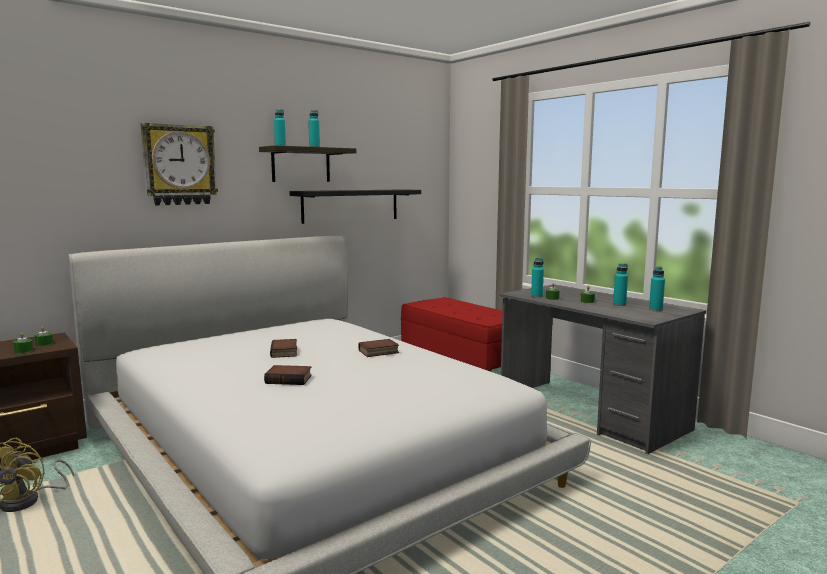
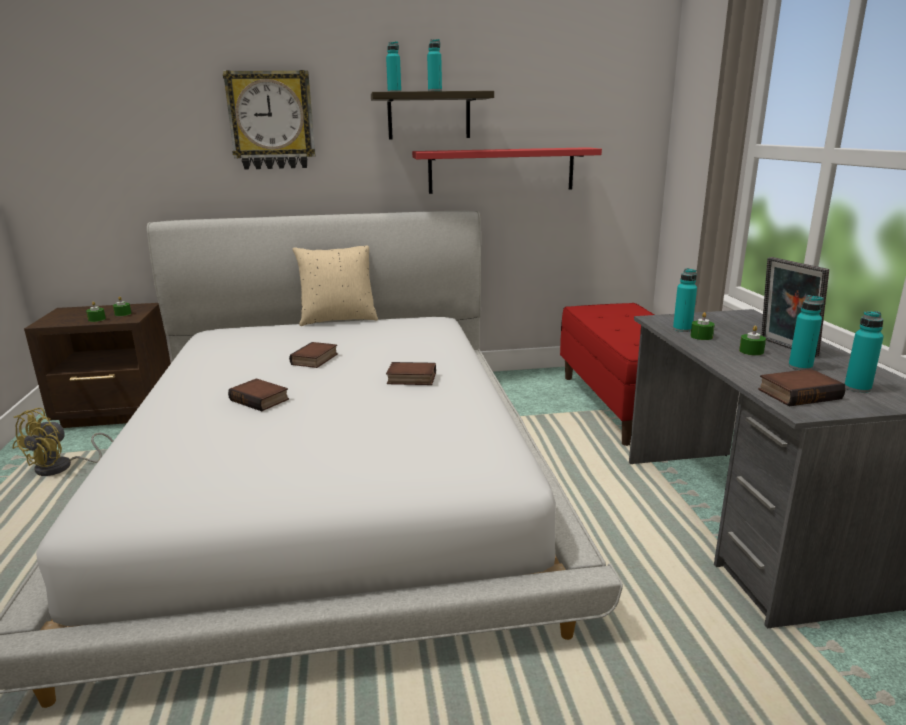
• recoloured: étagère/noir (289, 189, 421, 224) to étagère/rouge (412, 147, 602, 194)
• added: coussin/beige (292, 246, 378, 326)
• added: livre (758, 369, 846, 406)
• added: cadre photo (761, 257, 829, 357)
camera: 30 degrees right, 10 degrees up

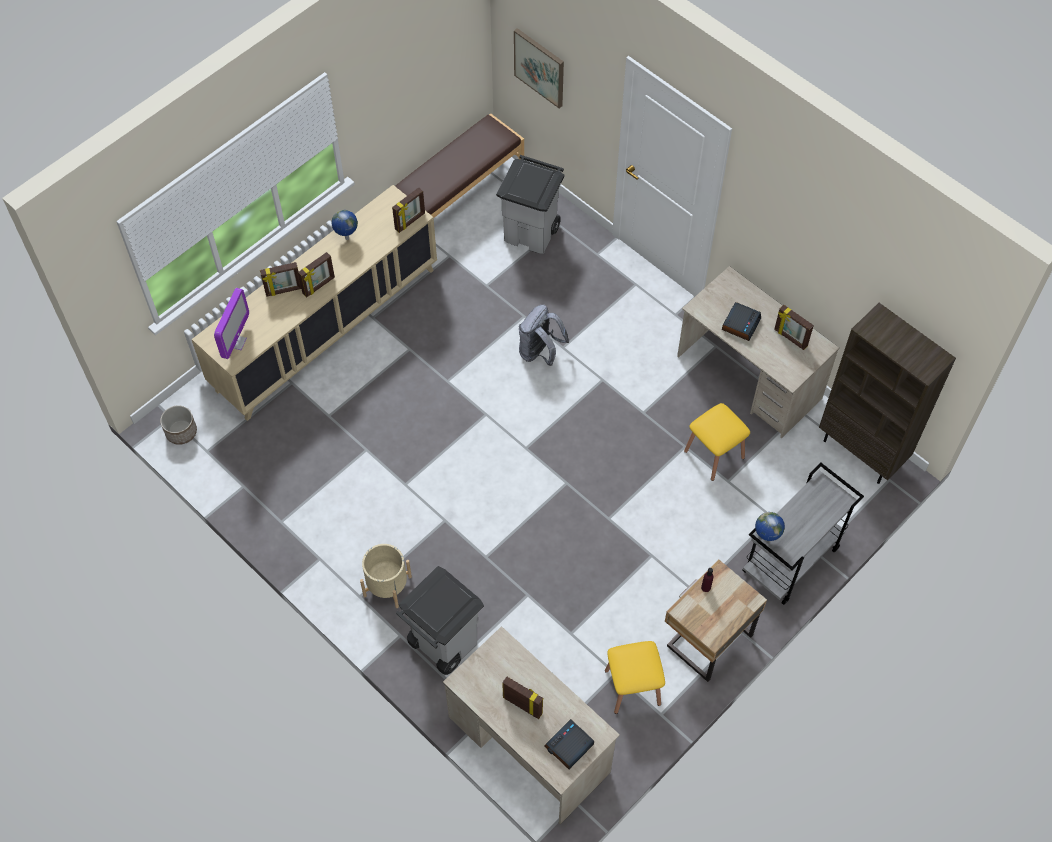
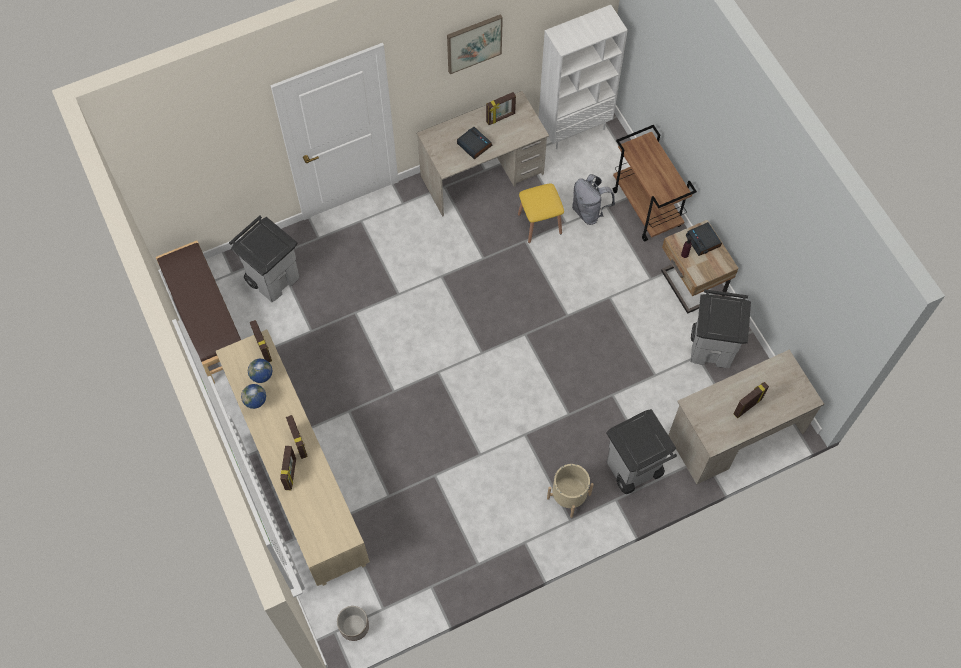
• removed: écran d'ordinateur (214, 288, 249, 359)
• moved: tableau (514, 28, 564, 108) to (447, 14, 503, 74)
• moved: sac à dos/gris (519, 305, 569, 366) to (572, 174, 615, 225)
• moved: réveil (544, 719, 594, 769) to (686, 222, 722, 256)
• replaced: tabouret/jaune (605, 641, 665, 714) to poubelle/gris (690, 289, 751, 368)
• recoloured: chariot/gris (742, 463, 864, 605) to chariot/marron (613, 125, 697, 242)
• moved: globe (755, 512, 785, 541) to (248, 359, 272, 383)
• recoloured: bibliothèque/marron (819, 303, 956, 484) to bibliothèque/blanc (539, 5, 628, 149)
camera: 70 degrees left, 5 degrees up

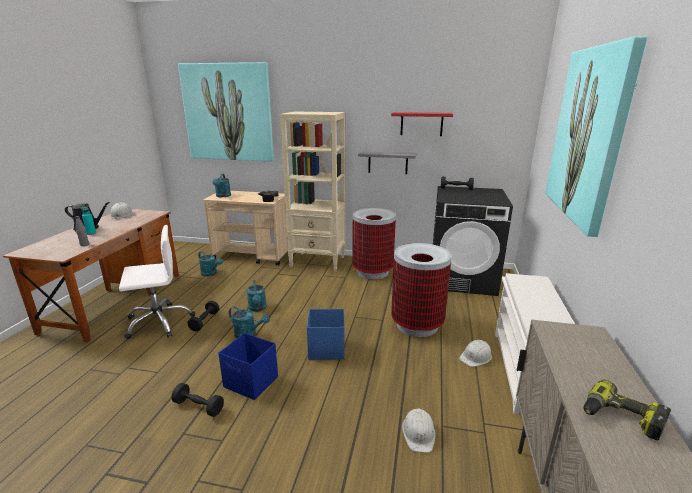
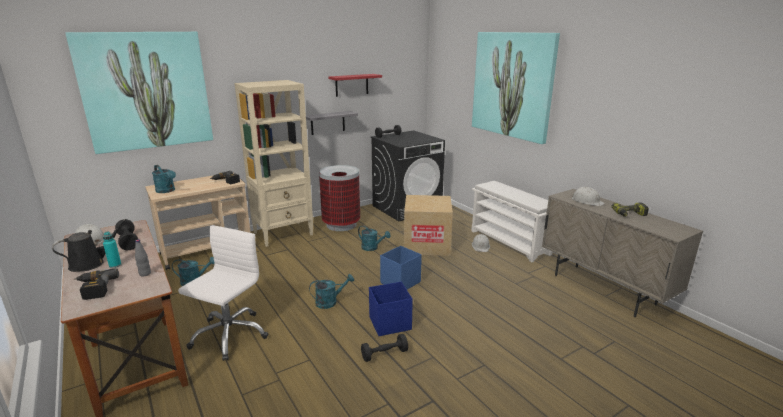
• moved: haltère/noir (187, 301, 219, 331) to (115, 219, 138, 250)
• moved: arrosoir/turquoise (247, 280, 267, 312) to (358, 226, 391, 251)
• replaced: poubelle (391, 243, 452, 337) to carton (404, 195, 453, 256)
• moved: casque de chantier/blanc (402, 409, 436, 453) to (571, 187, 605, 206)
• added: perceuse (74, 268, 119, 300)
camera: 45 degrees left, 0 degrees up

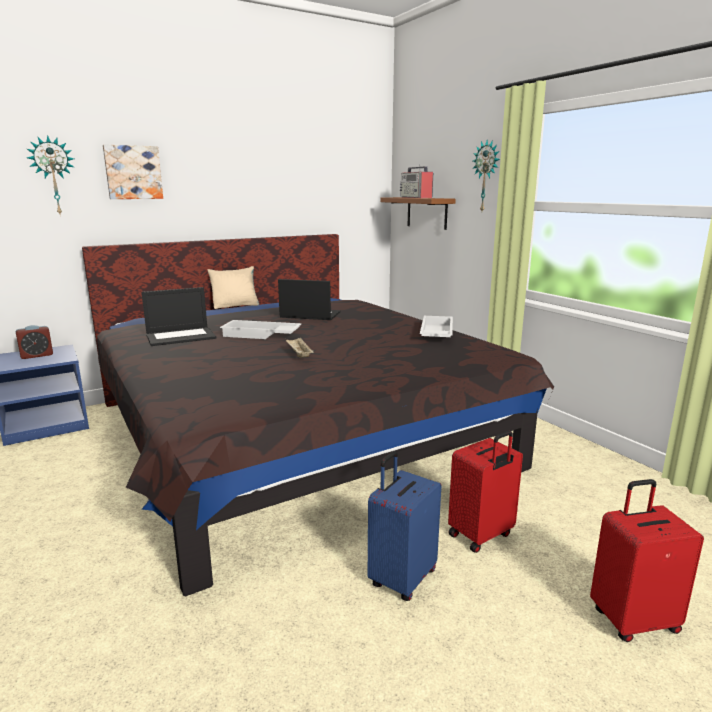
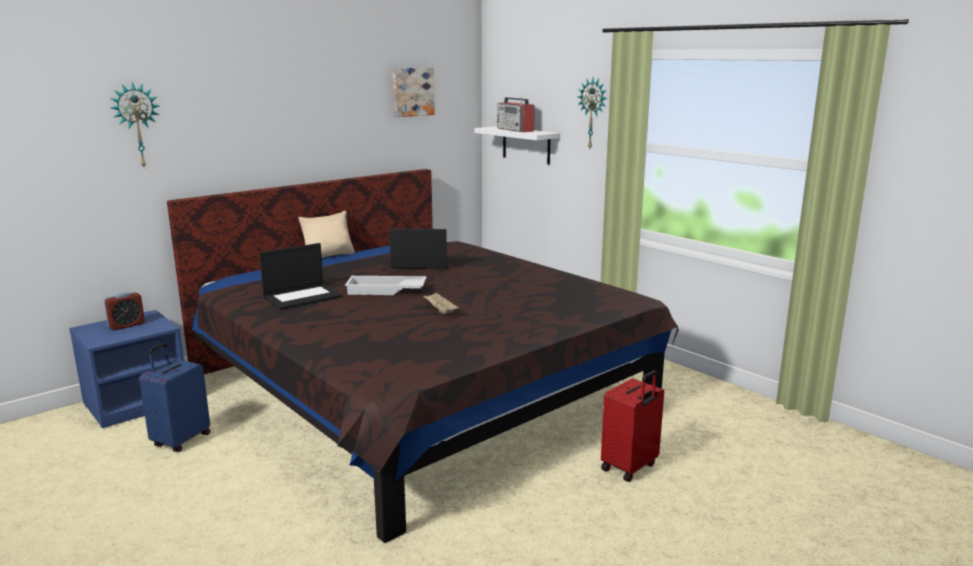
• moved: tableau (103, 144, 163, 199) to (392, 67, 435, 117)
• moved: valise/bleu (368, 451, 441, 601) to (139, 343, 210, 452)
• recoloured: étagère/marron (381, 197, 456, 230) to étagère/blanc (474, 126, 559, 164)
• removed: plateau/blanc (420, 316, 453, 337)
• removed: valise/rouge (590, 479, 704, 642)
camera: 10 degrees left, 0 degrees up

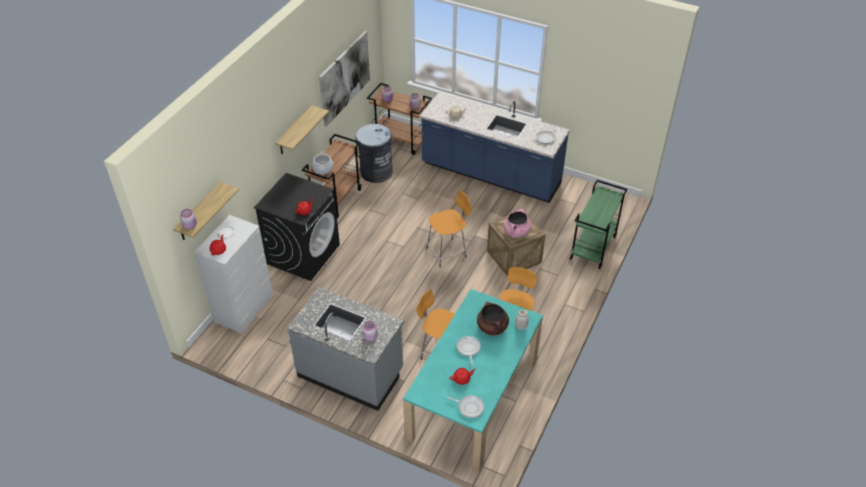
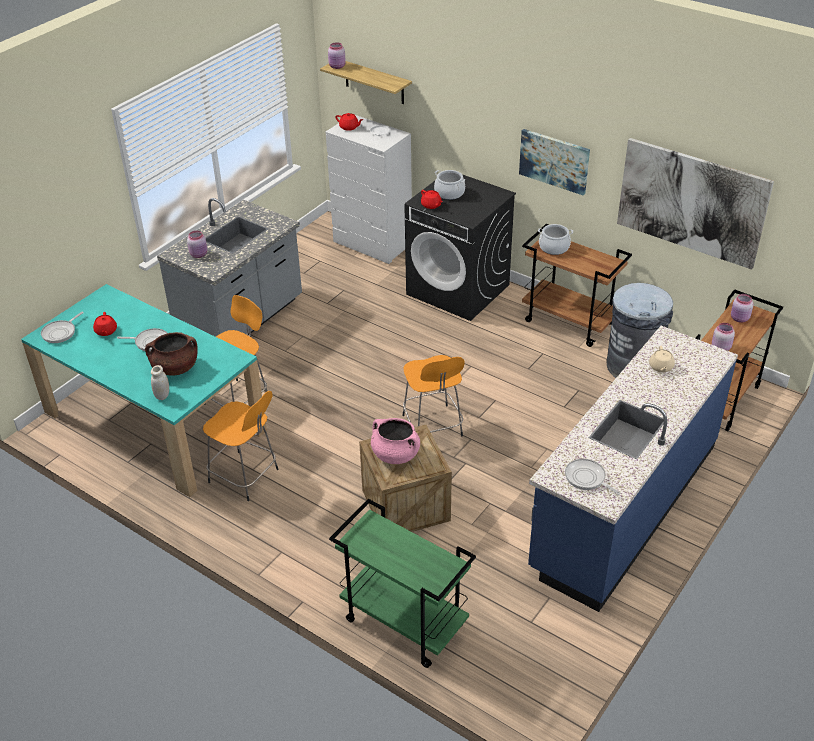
• replaced: étagère (275, 105, 329, 154) to tableau (519, 129, 590, 195)
• added: marmite (434, 170, 465, 200)
camera: 100 degrees right, 5 degrees down

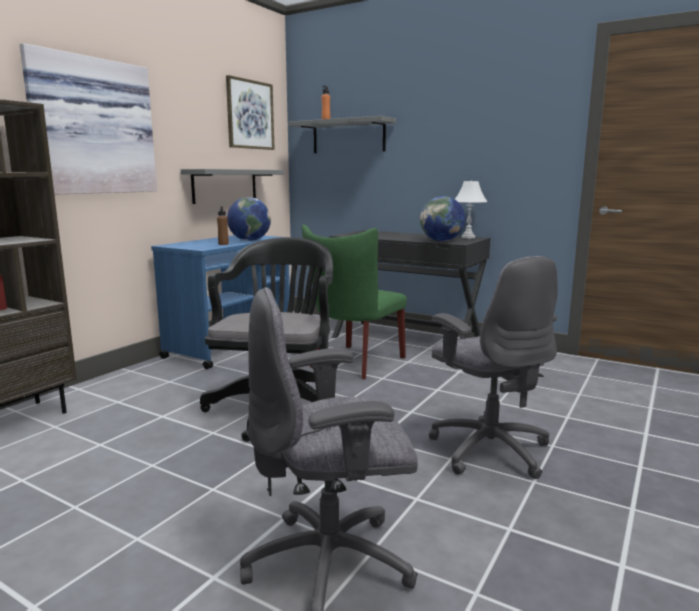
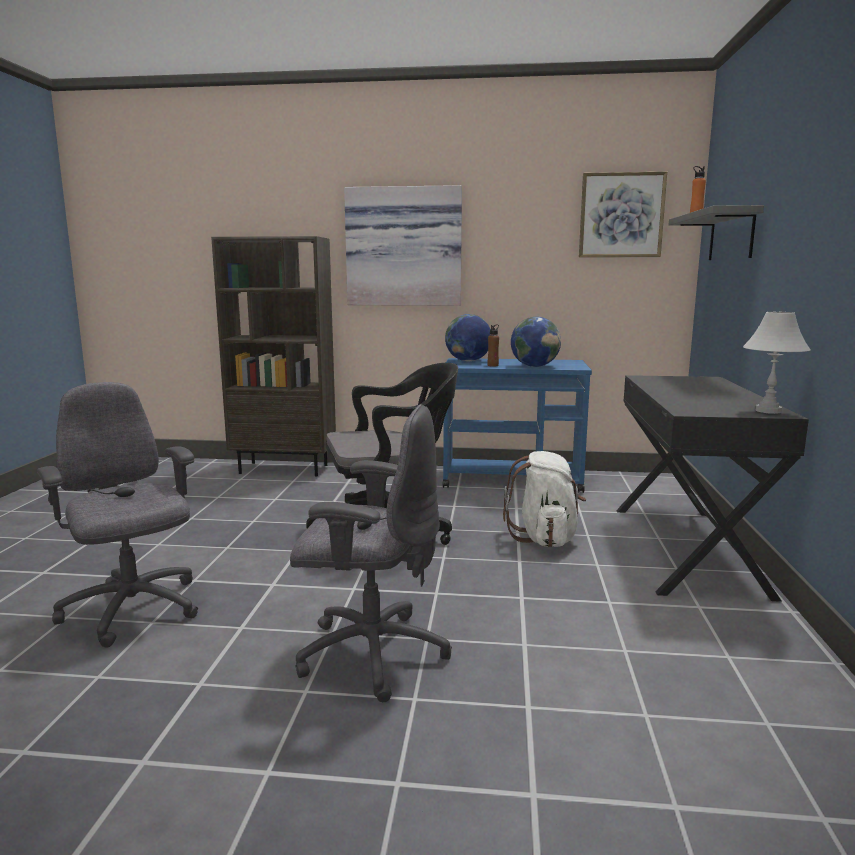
• removed: étagère/gris (181, 169, 284, 204)
• replaced: chaise/vert (302, 224, 407, 379) to sac à dos/blanc (503, 451, 587, 547)
• moved: globe (420, 196, 465, 241) to (445, 314, 491, 361)
• turned: chaise de bureau/gris (429, 256, 558, 479) = (290, 404, 452, 702) 120 degrees counterclockwise
camera: 65 degrees right, 0 degrees up

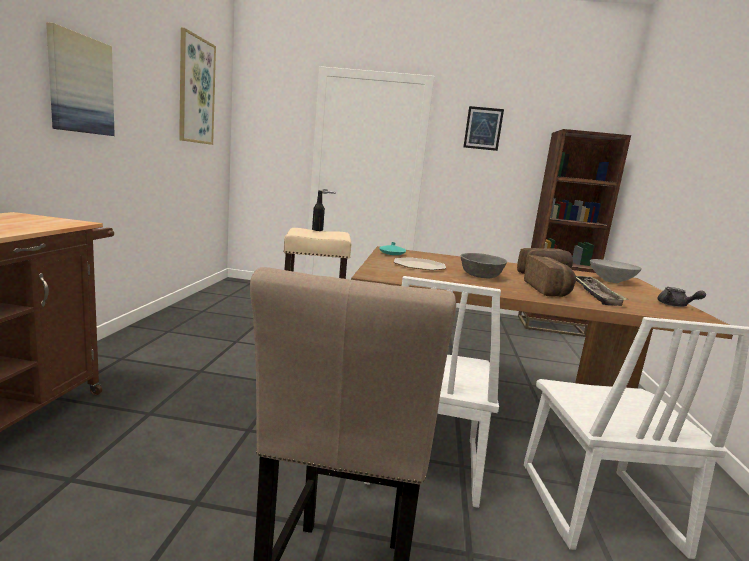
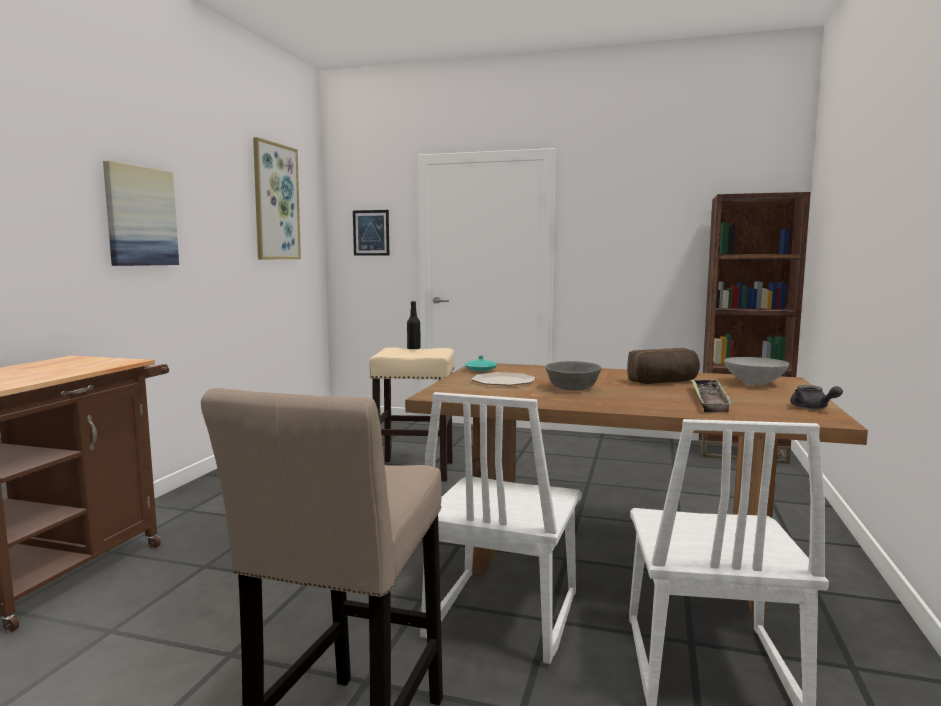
• moved: tableau (463, 106, 504, 151) to (353, 210, 389, 256)
• removed: pain (524, 255, 576, 297)
camera: 10 degrees right, 5 degrees down

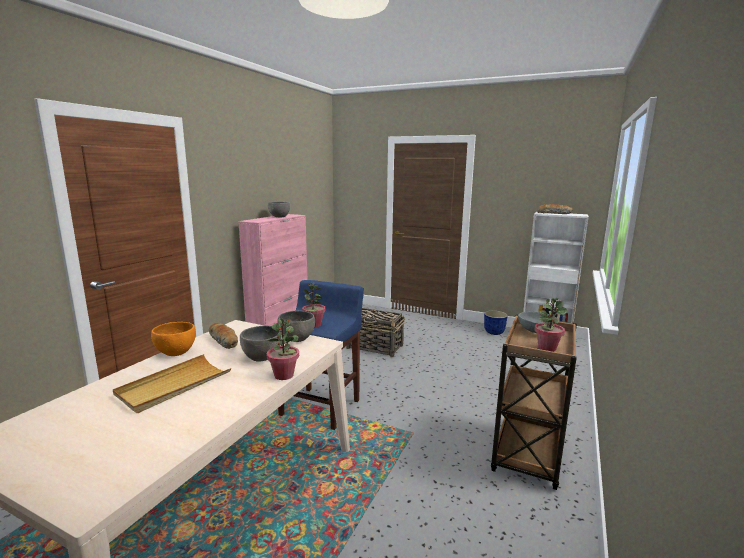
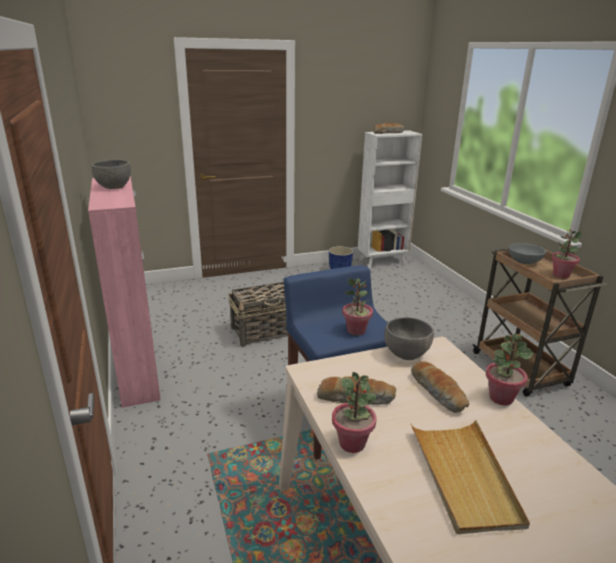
• replaced: bol/orange (151, 322, 196, 356) to plante en pot (332, 372, 377, 453)
• replaced: bol/gris (240, 326, 282, 361) to pain (411, 361, 469, 413)
camera: 45 degrees left, 10 degrees up

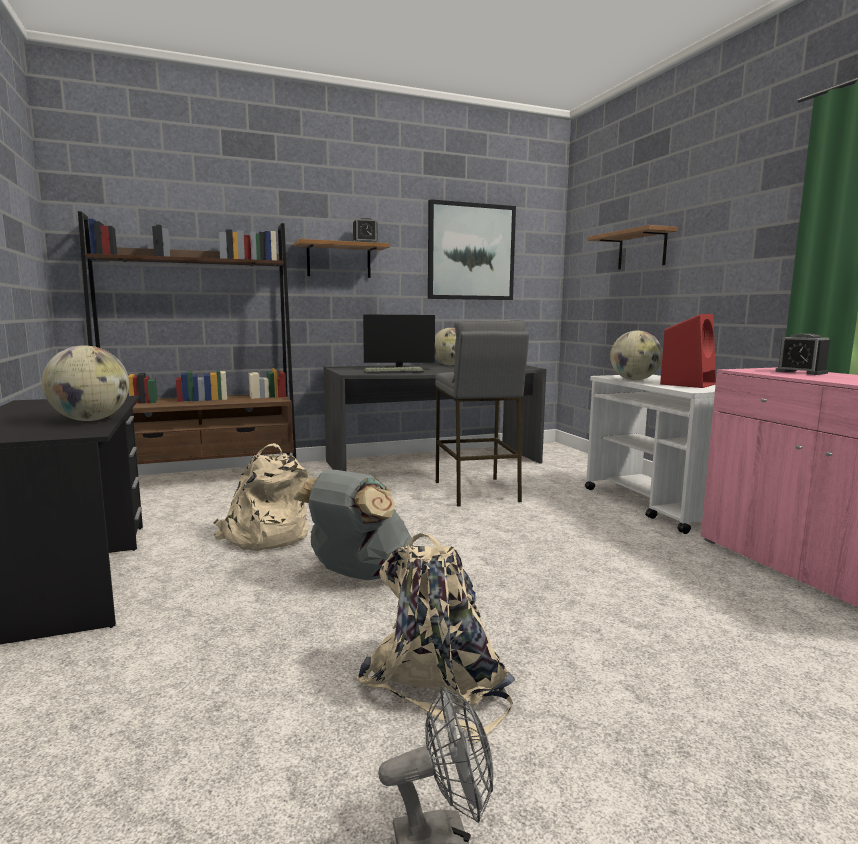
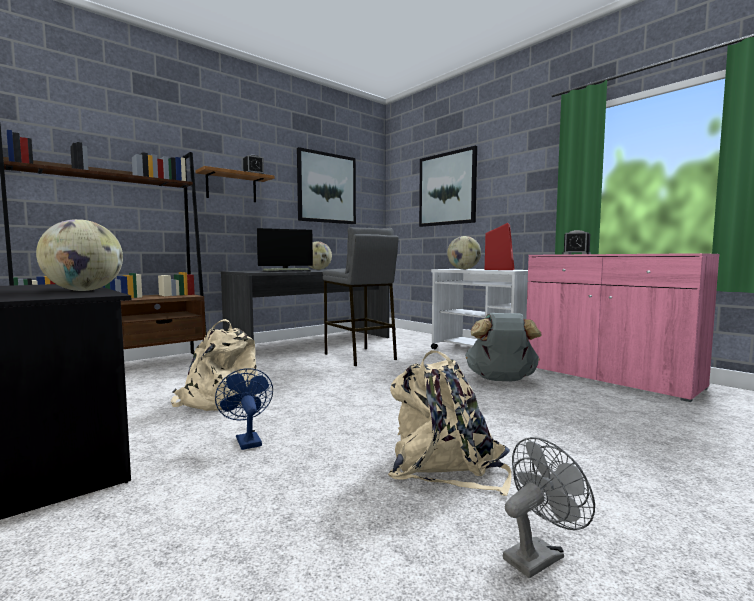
• moved: sac à dos/gris (293, 470, 413, 580) to (465, 313, 541, 381)
• replaced: étagère (587, 225, 678, 270) to tableau (419, 146, 477, 227)
• added: ventilateur/bleu (215, 368, 273, 450)
camera: 20 degrees left, 5 degrees down

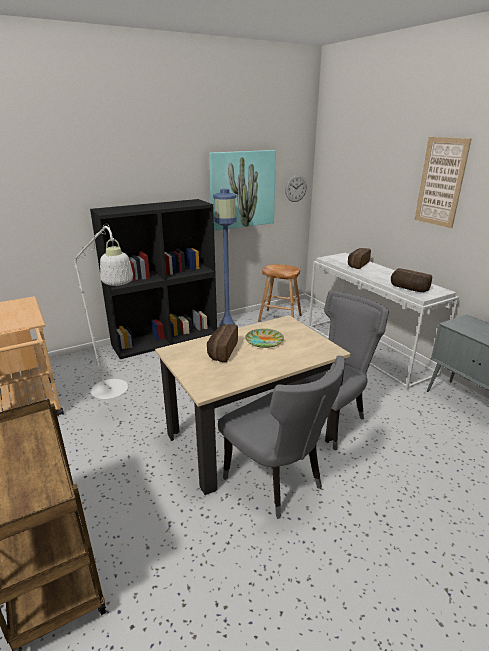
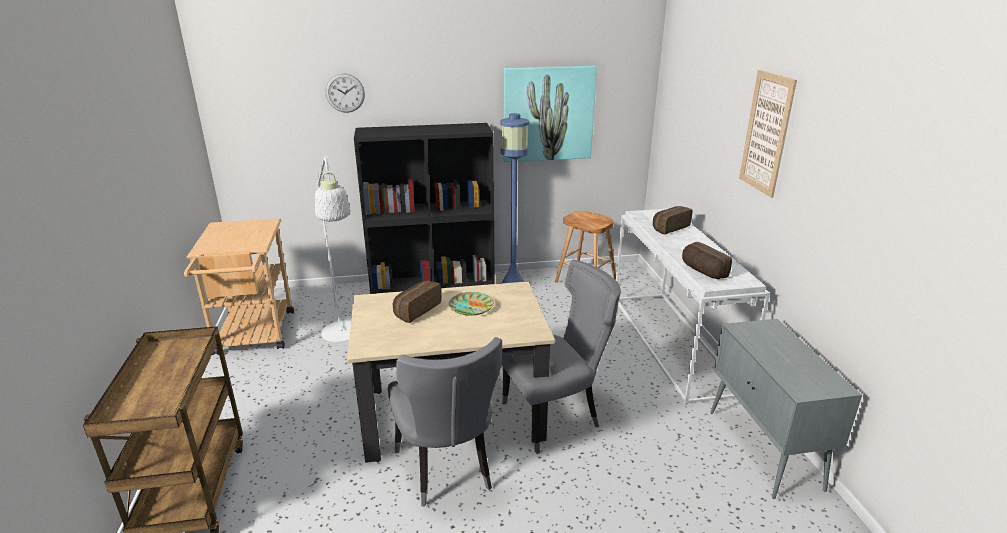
• moved: horloge murale (285, 175, 307, 202) to (325, 73, 365, 113)
camera: 20 degrees right, 0 degrees up

